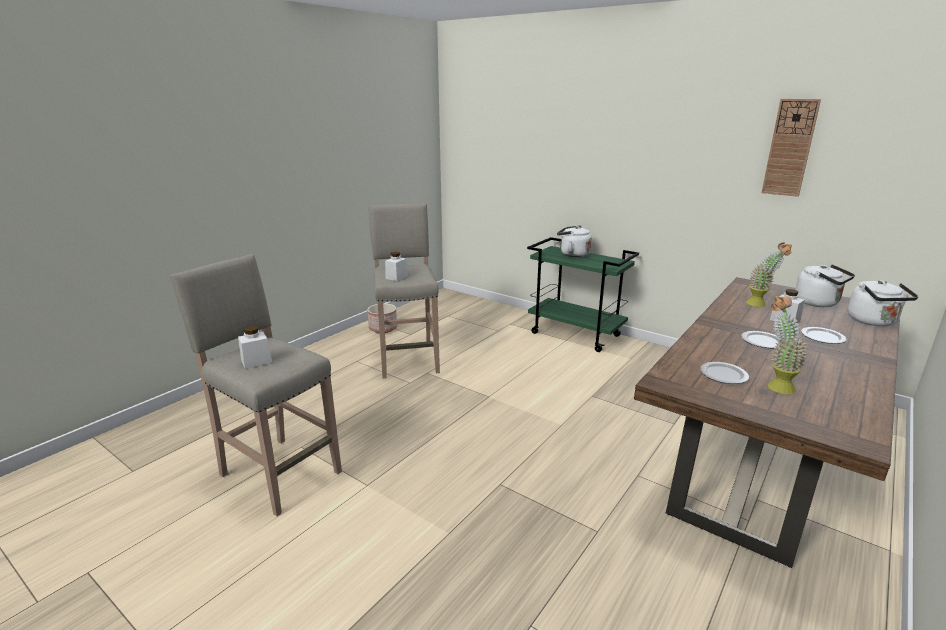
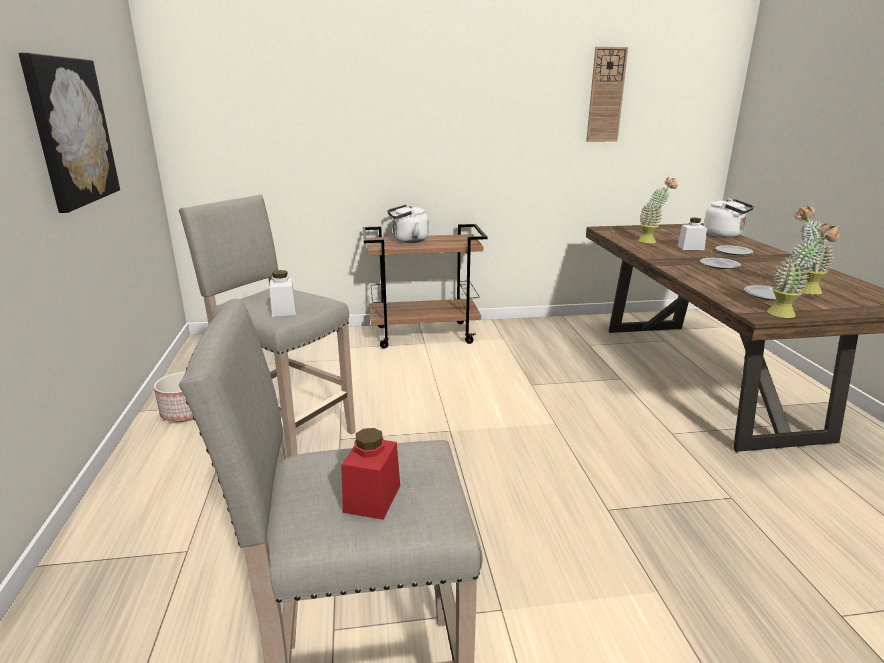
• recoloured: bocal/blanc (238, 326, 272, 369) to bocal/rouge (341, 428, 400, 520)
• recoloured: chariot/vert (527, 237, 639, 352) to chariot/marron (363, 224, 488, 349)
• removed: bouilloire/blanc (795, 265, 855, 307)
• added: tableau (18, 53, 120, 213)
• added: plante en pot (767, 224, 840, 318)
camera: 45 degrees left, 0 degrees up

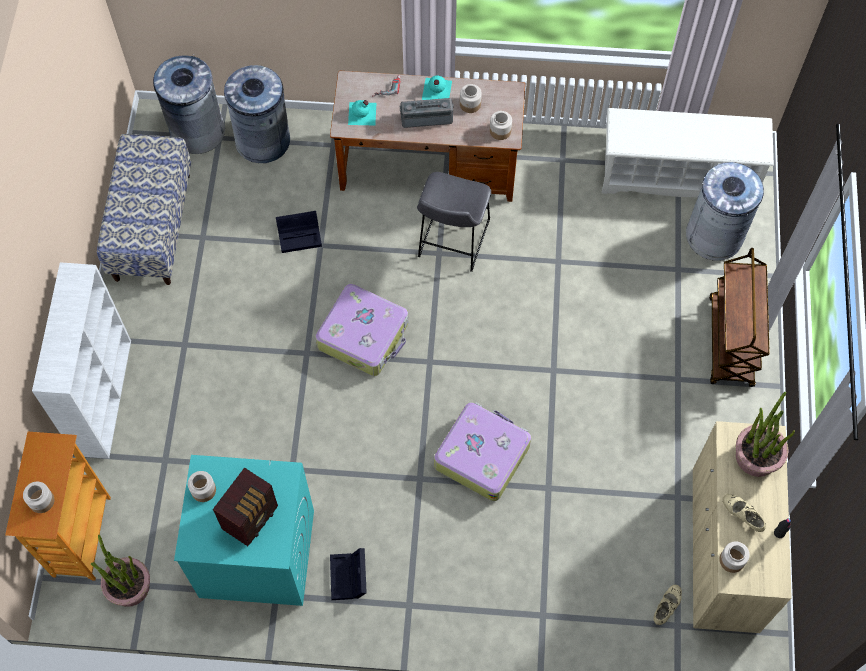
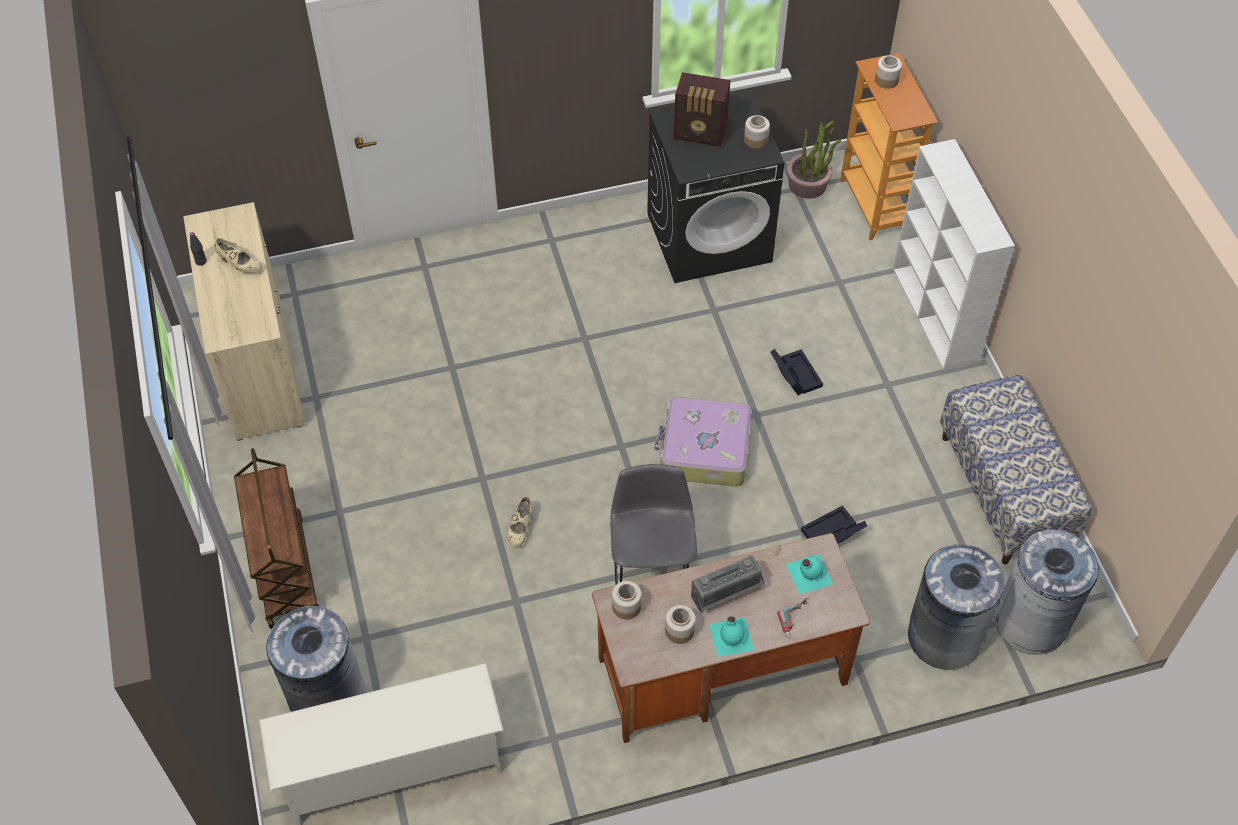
• recoloured: lave-linge/turquoise (174, 455, 314, 606) to lave-linge/noir (647, 90, 785, 283)
• turned: radio (213, 467, 278, 546) = (674, 72, 730, 147) 90 degrees counterclockwise
• moved: boîte de rangement/noir (330, 548, 367, 600) to (770, 349, 823, 395)
• removed: valise (434, 402, 531, 501)
• moved: chaussure/beige (654, 585, 682, 625) to (507, 497, 532, 548)
• removed: bocal (719, 541, 750, 573)
• removed: plante en pot (736, 392, 795, 477)
camera: 160 degrees right, 10 degrees down

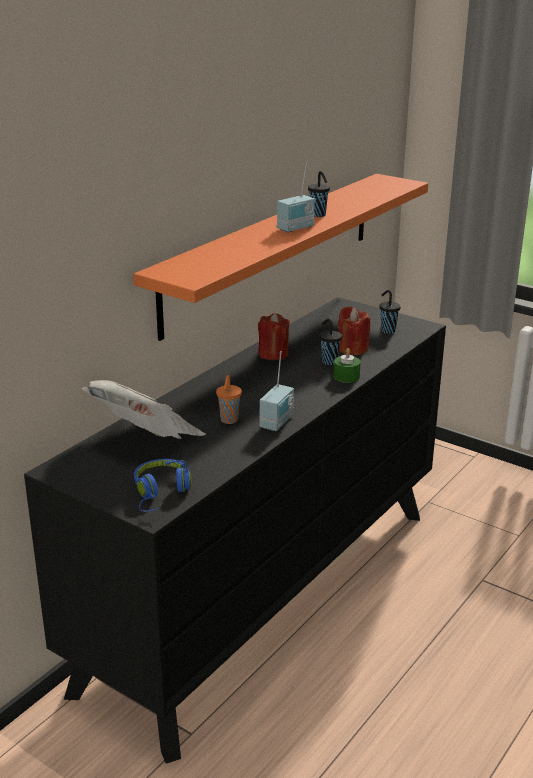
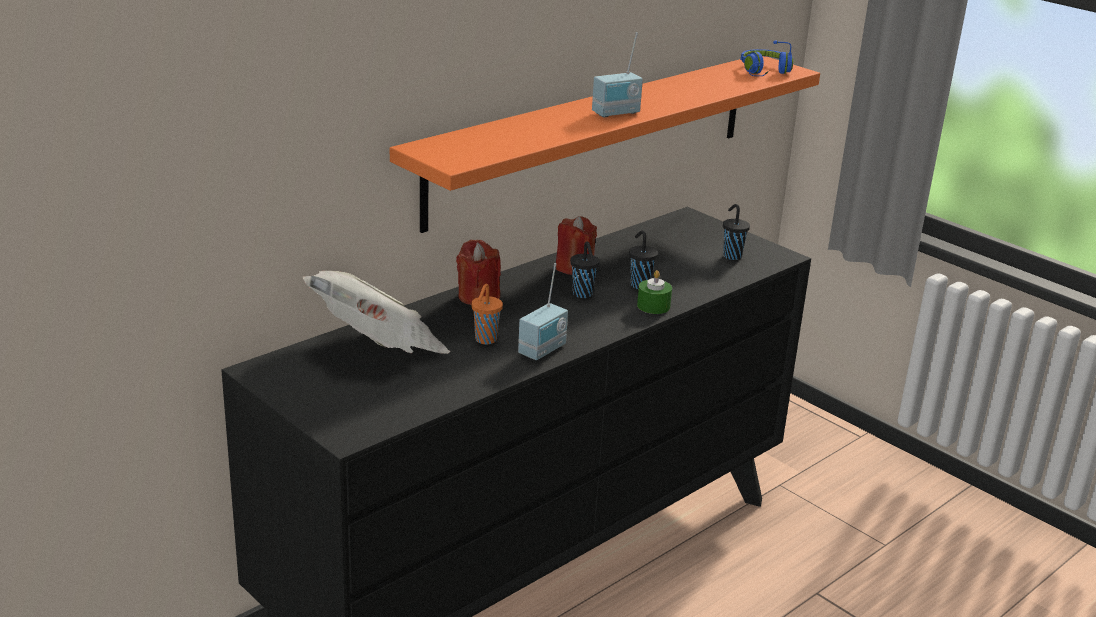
• moved: casque audio/bleu (134, 459, 192, 512) to (741, 40, 793, 76)
• moved: tasse/noir (308, 171, 330, 217) to (570, 241, 599, 298)
• moved: bougie/rouge (338, 306, 370, 355) to (456, 240, 501, 305)
camera: 10 degrees right, 0 degrees up

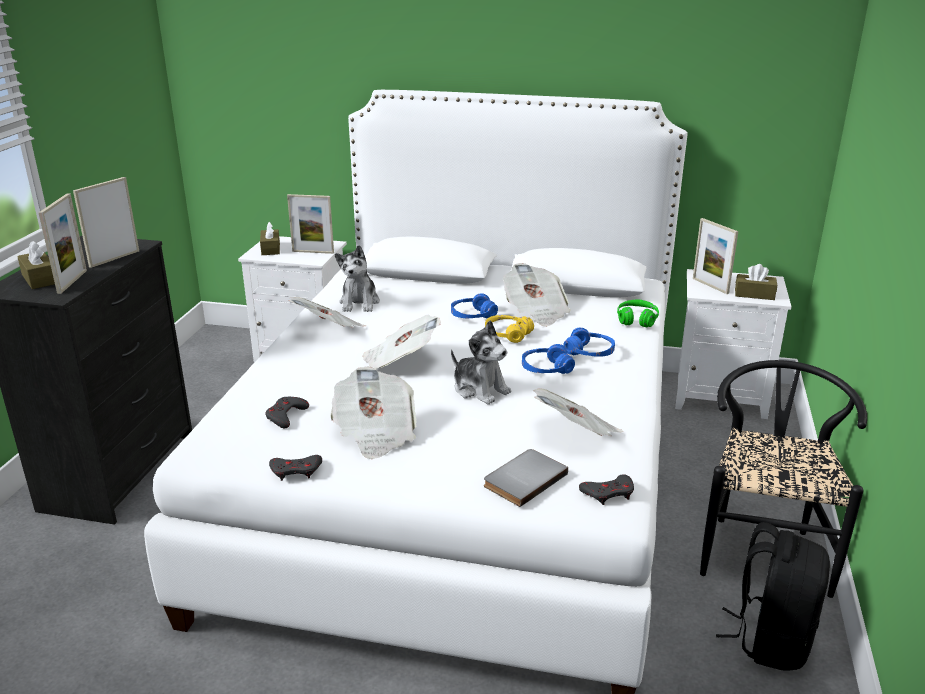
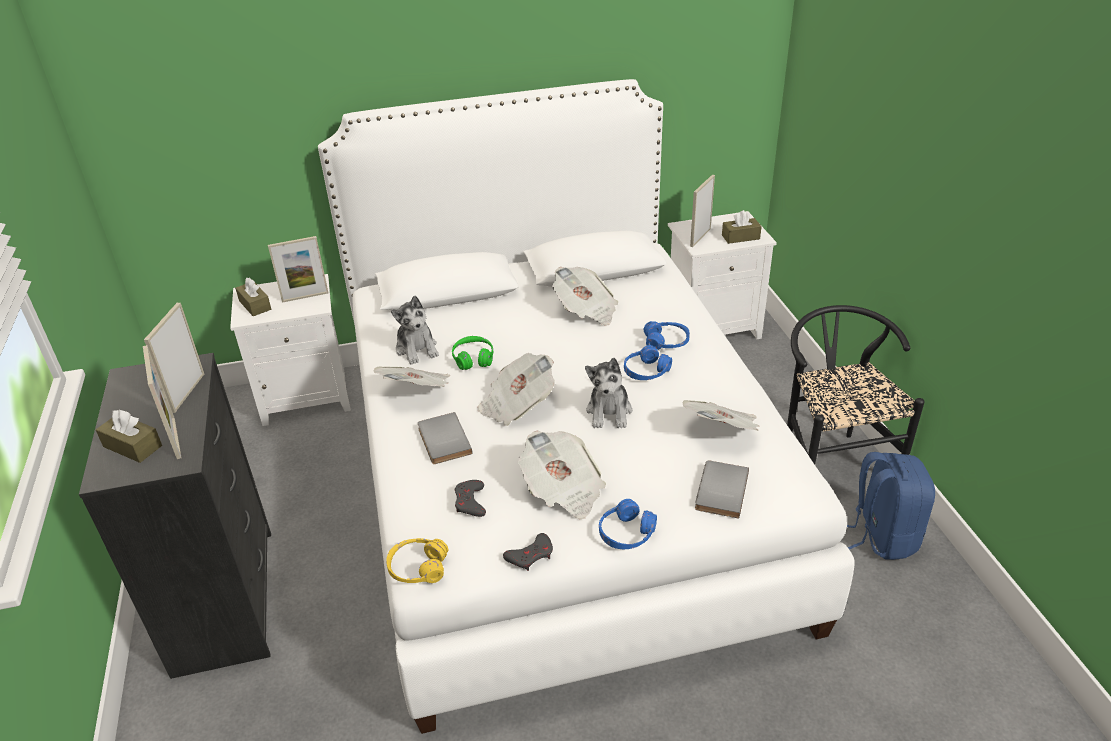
• moved: casque audio/bleu (451, 293, 498, 319) to (599, 499, 657, 549)
• turned: peluche (451, 321, 511, 405) = (585, 358, 632, 428) 75 degrees clockwise
• moved: casque audio/jaune (485, 315, 534, 343) to (386, 538, 448, 583)
• removed: manette/gris (579, 474, 634, 505)
• moved: casque audio/vert (617, 299, 659, 327) to (452, 336, 493, 370)
• turned: cadre photo (693, 218, 738, 294) = (690, 175, 715, 247) 90 degrees clockwise
• recoloured: sac à dos/noir (716, 522, 830, 671) to sac à dos/bleu (847, 452, 935, 560)
• added: livre/gris (418, 412, 473, 464)
camera: 25 degrees left, 10 degrees up

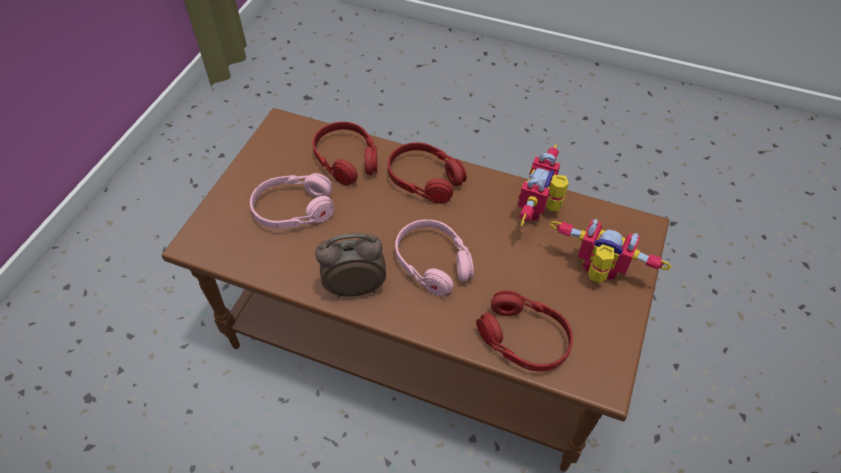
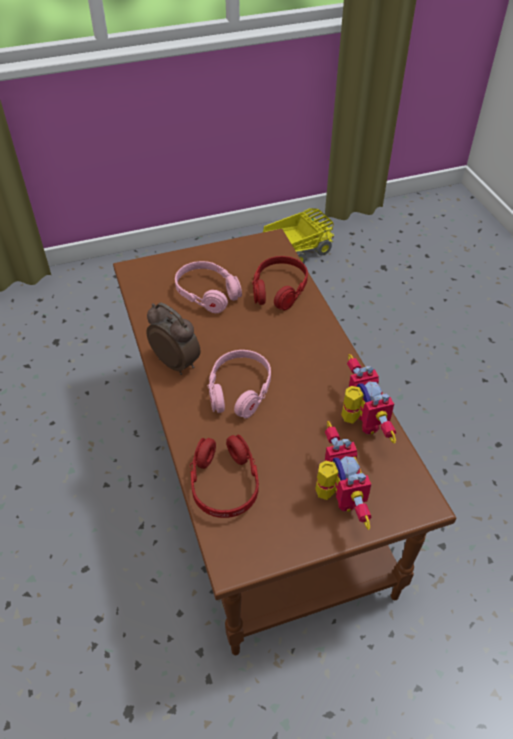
• removed: casque audio/rouge (388, 142, 467, 204)
• turned: robot jouet (518, 144, 569, 226) = (341, 354, 396, 443) 90 degrees clockwise
• added: camion jouet (263, 208, 334, 264)
camera: 50 degrees right, 5 degrees down

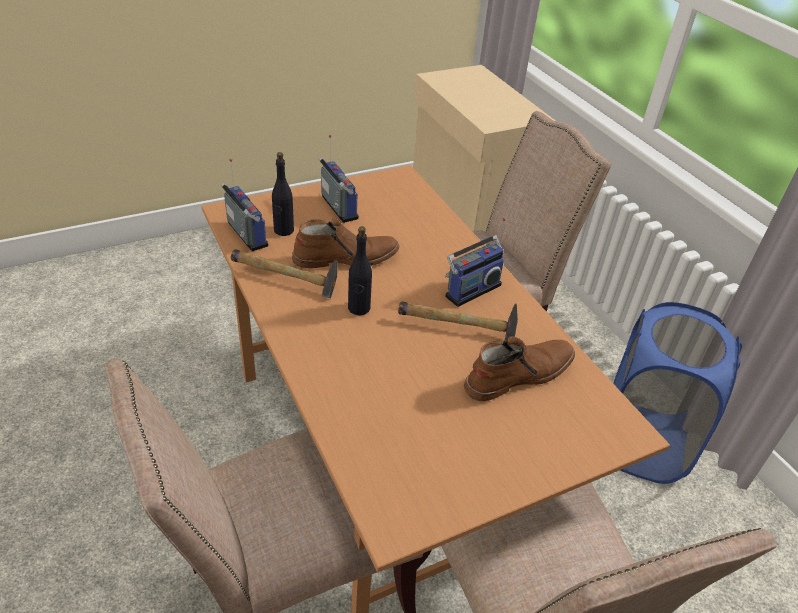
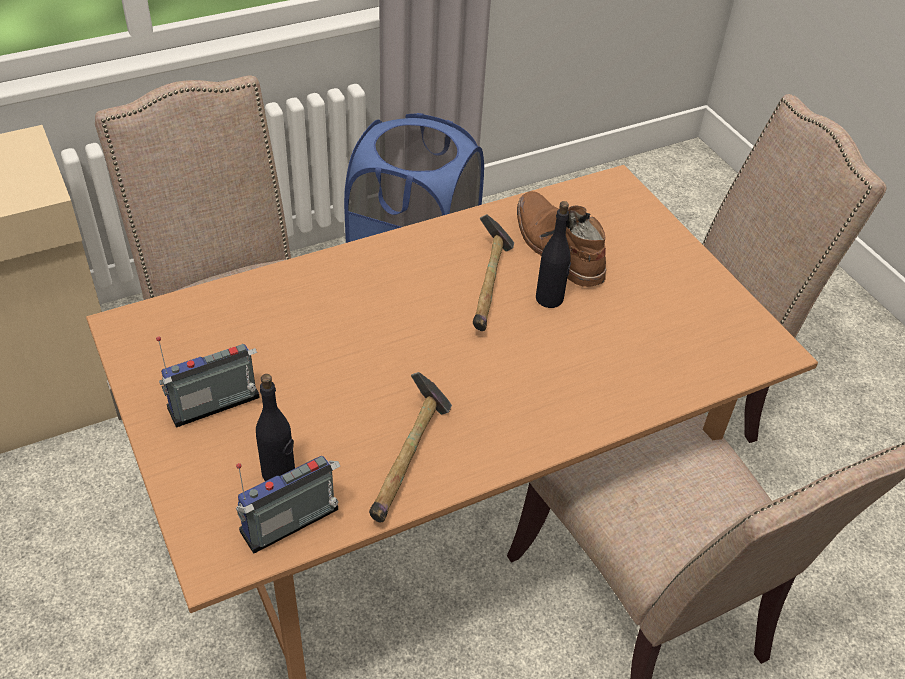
• removed: botte/marron (292, 218, 400, 268)
• moved: bouteille/noir (348, 226, 372, 315) to (536, 201, 571, 308)
• removed: radio (445, 218, 506, 307)
camera: 90 degrees left, 5 degrees up

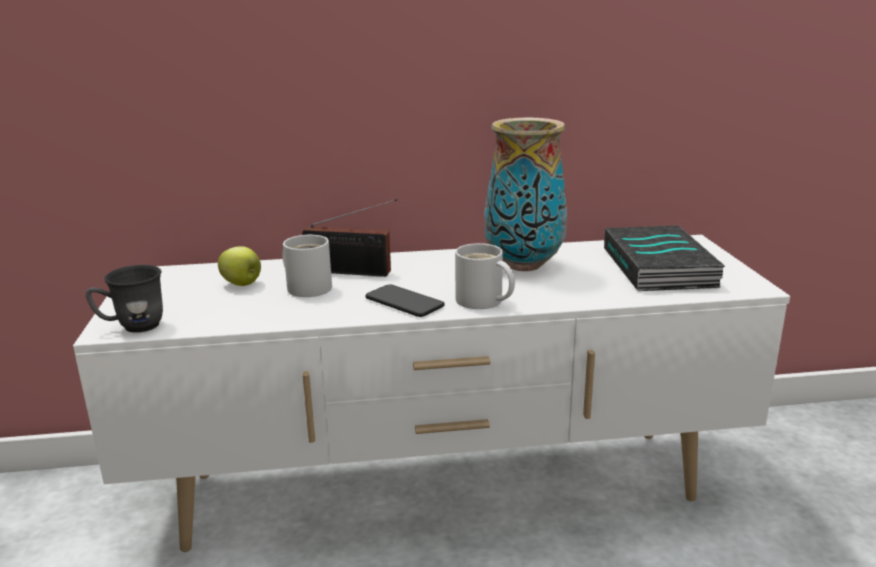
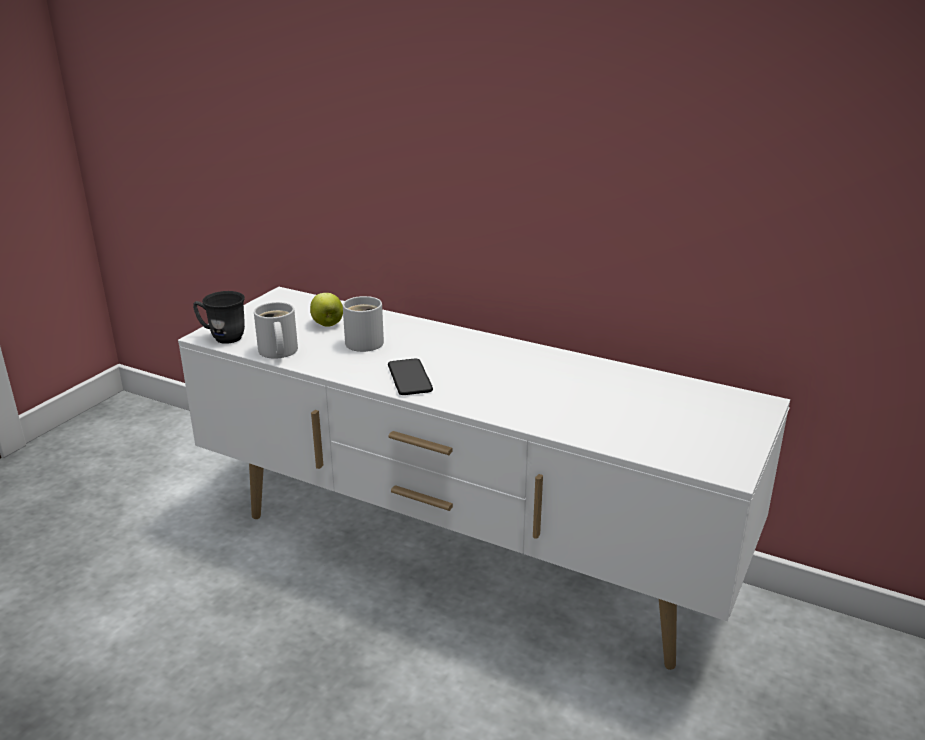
• removed: radio (302, 199, 397, 277)
• moved: mug/blanc (455, 243, 515, 309) to (254, 302, 298, 359)
• removed: vase (484, 117, 567, 271)
• removed: livre (604, 226, 725, 291)
camera: 35 degrees right, 5 degrees up

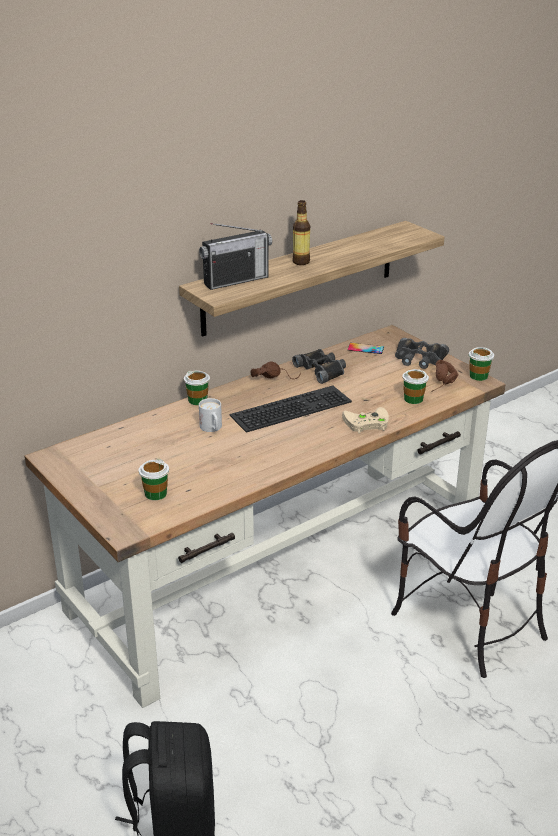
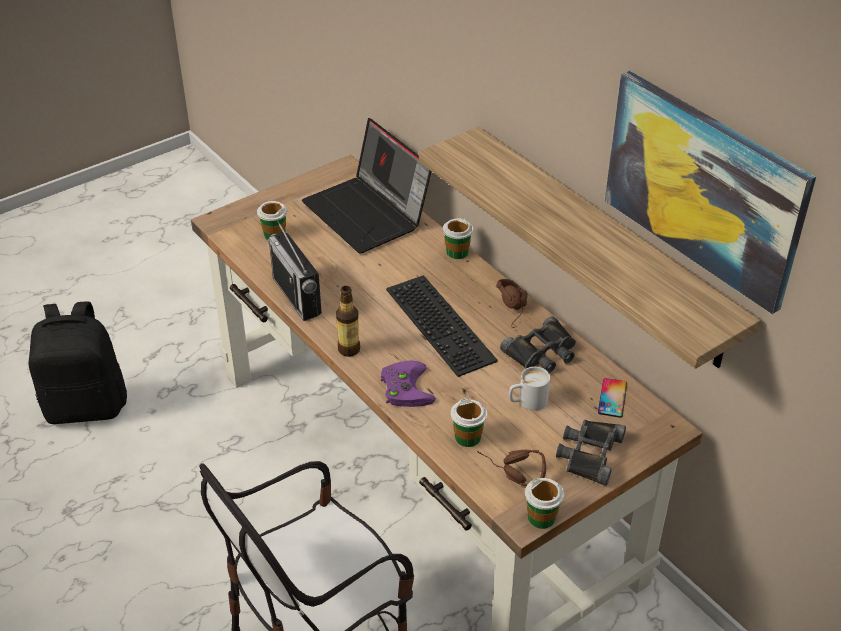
• moved: radio (199, 223, 272, 290) to (268, 220, 322, 321)
• moved: mug/blanc (199, 398, 222, 432) to (509, 367, 550, 411)
• moved: bouteille (292, 200, 310, 265) to (336, 286, 360, 357)
• recoloured: manette/beige (342, 407, 389, 433) to manette/violet (381, 361, 436, 407)
• added: ordinateur portable (302, 118, 432, 253)
• added: tableau (605, 71, 816, 314)
camera: 90 degrees right, 10 degrees up

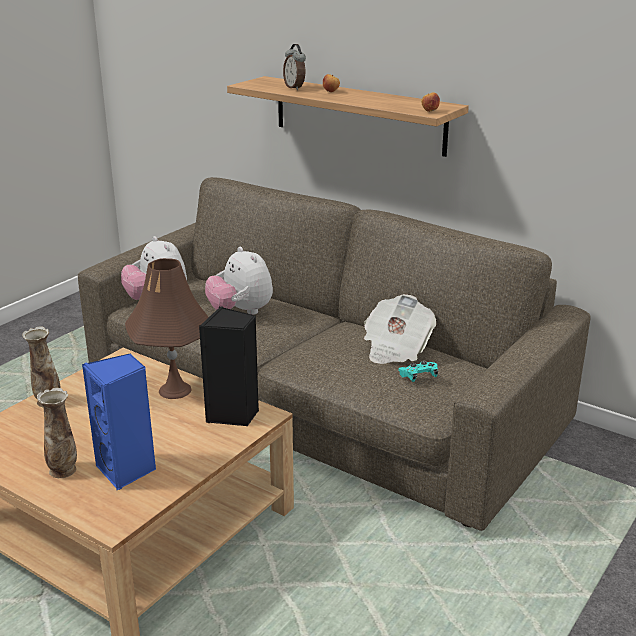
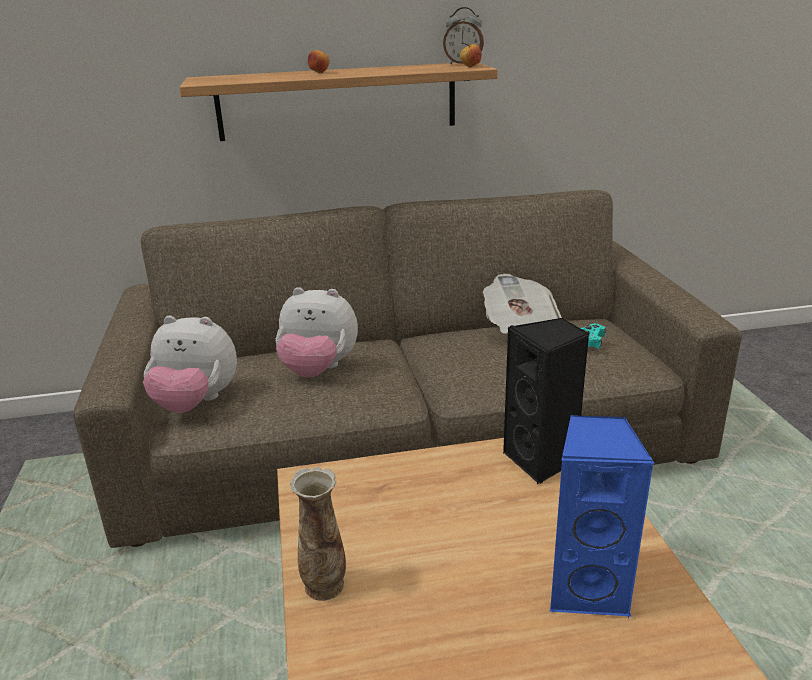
• removed: vase (37, 388, 77, 478)
• removed: lampe de table/marron (125, 258, 209, 399)
• moved: réveil (283, 44, 306, 90) to (443, 7, 484, 64)
camera: 45 degrees left, 0 degrees up

